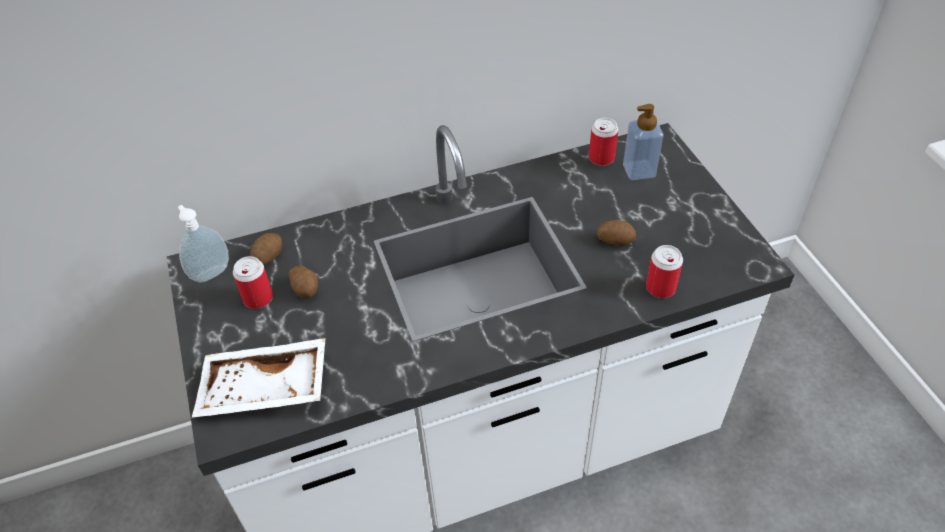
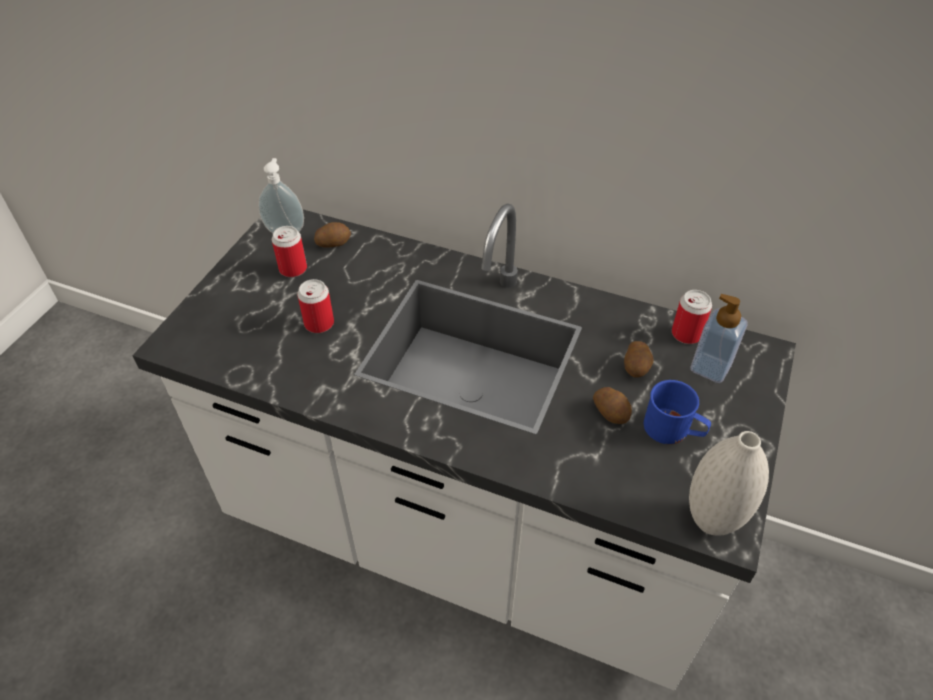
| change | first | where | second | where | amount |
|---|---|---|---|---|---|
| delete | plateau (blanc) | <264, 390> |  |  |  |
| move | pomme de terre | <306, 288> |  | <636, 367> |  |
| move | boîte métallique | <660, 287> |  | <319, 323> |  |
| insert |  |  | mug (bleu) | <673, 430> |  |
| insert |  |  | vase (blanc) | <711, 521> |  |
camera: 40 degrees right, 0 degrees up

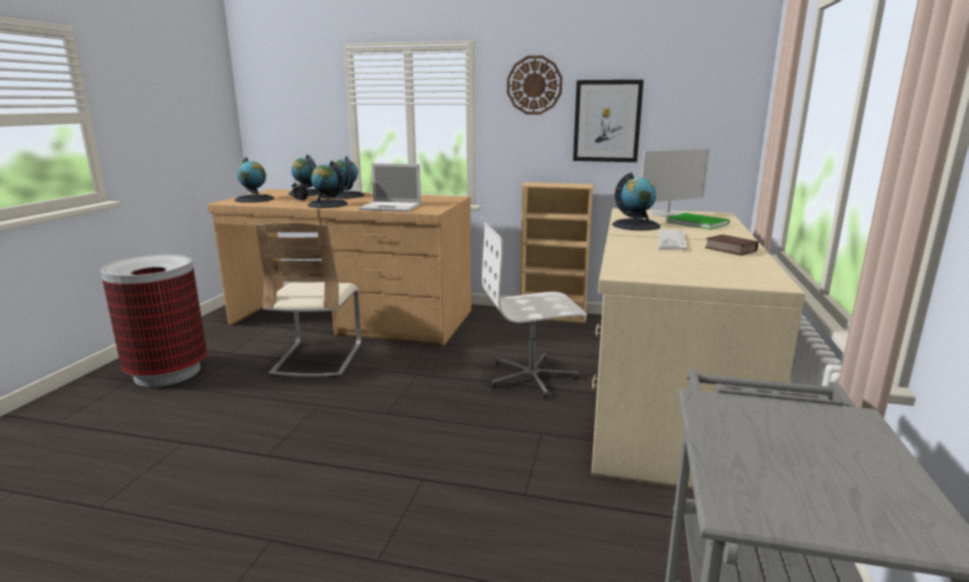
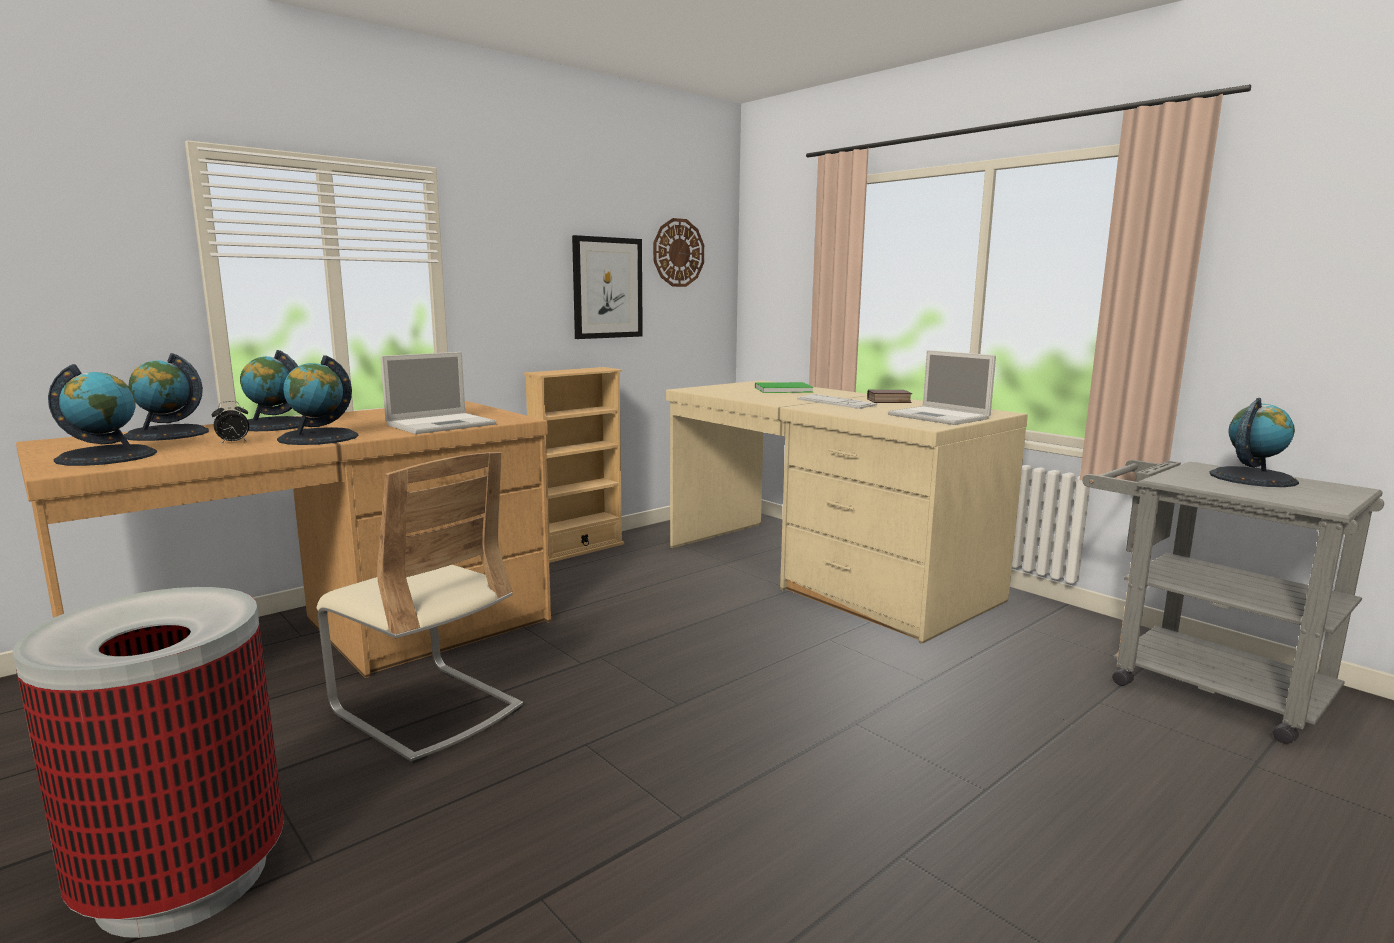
| change | first | where | second | where | amount |
|---|---|---|---|---|---|
| delete | chaise de bureau (blanc) | <532, 377> |  |  |  |
| move | horloge murale | <534, 85> |  | <678, 253> |  |
| move | globe | <636, 225> |  | <1252, 478> |  |
| delete | écran d'ordinateur | <668, 214> |  |  |  |
| insert |  |  | ordinateur portable | <940, 417> |  |
camera: 55 degrees left, 5 degrees down

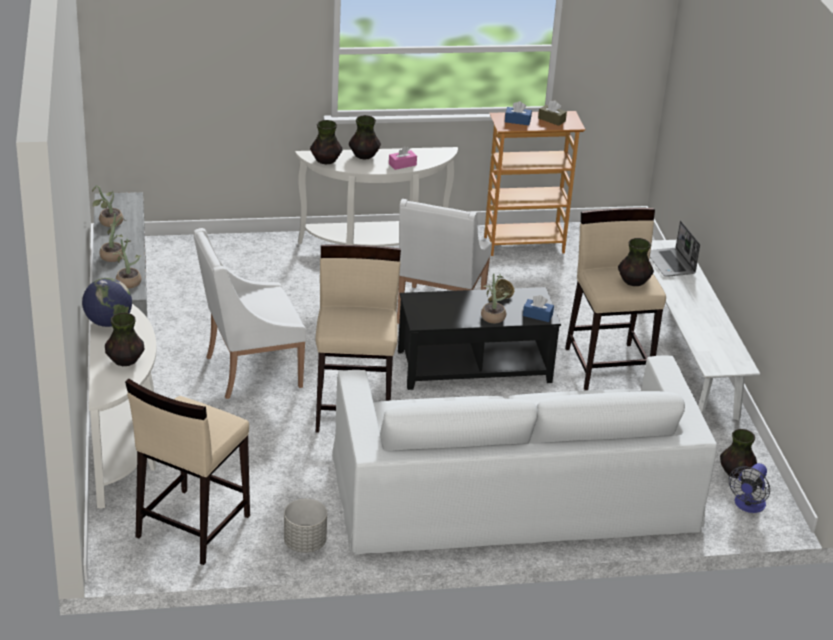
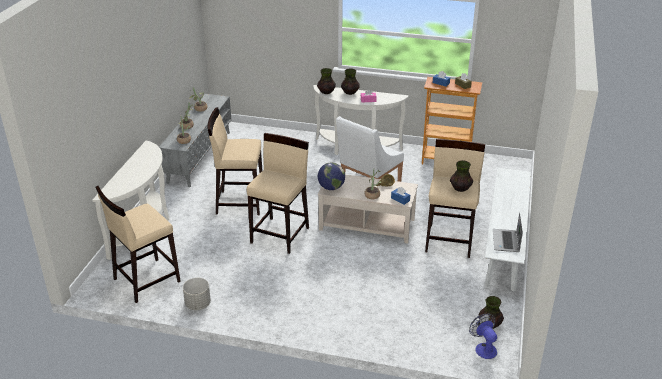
| change | first | where | second | where | amount |
|---|---|---|---|---|---|
| move | globe | <108, 322> |  | <331, 188> |  |
| delete | vase | <125, 361> |  |  |  |
| replace | fauteuil (blanc) | <250, 371> | tabouret (beige) | <239, 202> |  |
| delete | canapé (blanc) | <513, 492> |  |  |  |
| recolor | table basse (noir) | <474, 367> | table basse (beige) | <367, 225> |  |
| move | ordinateur portable | <671, 264> |  | <506, 241> |  |
| rotate | ventilateur | <748, 506> |  | <483, 348> | 105 degrees clockwise |
camera: 25 degrees right, 0 degrees up

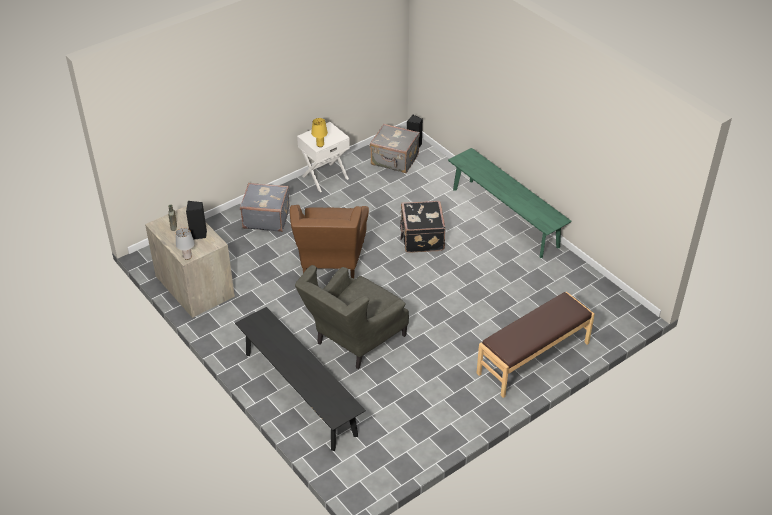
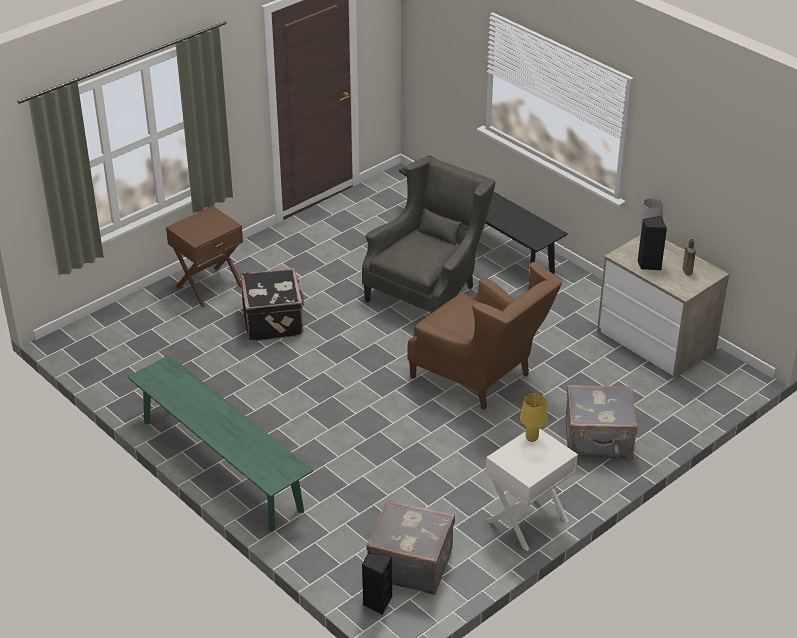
| change | first | where | second | where | amount |
|---|---|---|---|---|---|
| rotate | fauteuil (marron) | <330, 265> |  | <480, 378> | 135 degrees clockwise |
| move | valise (noir) | <421, 238> |  | <274, 321> |  |
| replace | banc (marron) | <534, 358> | table de chevet (marron) | <209, 286> |  |
camera: 175 degrees right, 5 degrees down

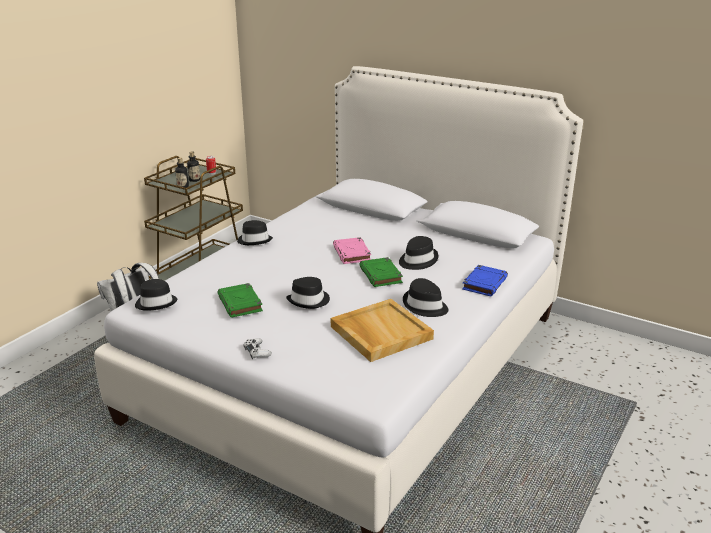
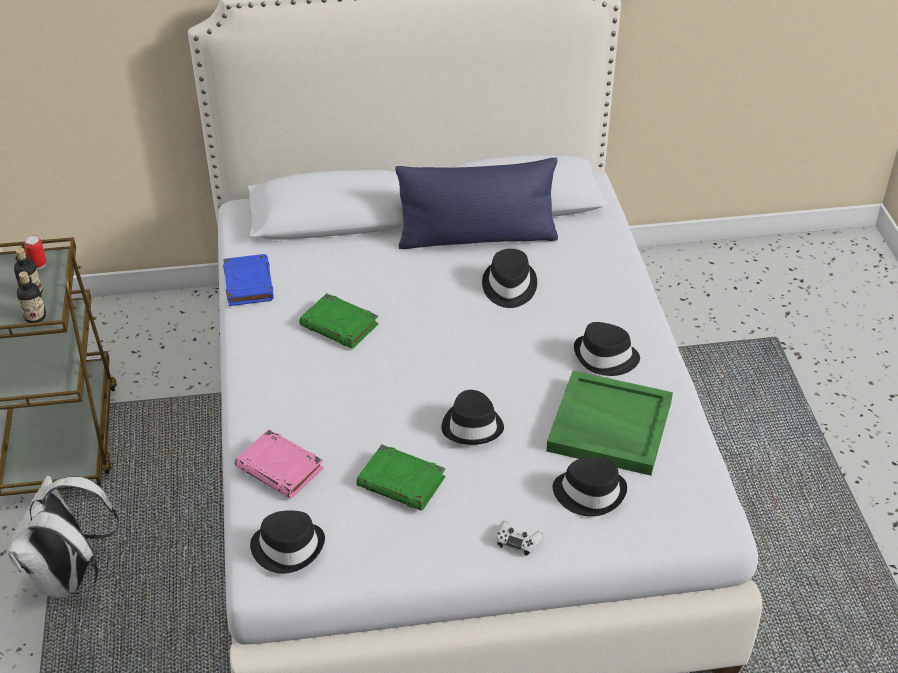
| change | first | where | second | where | amount |
|---|---|---|---|---|---|
| move | chapeau (noir) | <254, 240> |  | <590, 492> |  |
| recolor | plateau (beige) | <380, 332> | plateau (vert) | <608, 427> |  |
| move | livre (rose) | <352, 254> |  | <280, 468> |  |
| move | livre (vert) | <381, 275> |  | <340, 325> |  |
| move | livre (bleu) | <484, 283> |  | <248, 283> |  |
| insert |  |  | coussin (bleu) | <477, 238> |  |
camera: 40 degrees left, 15 degrees up

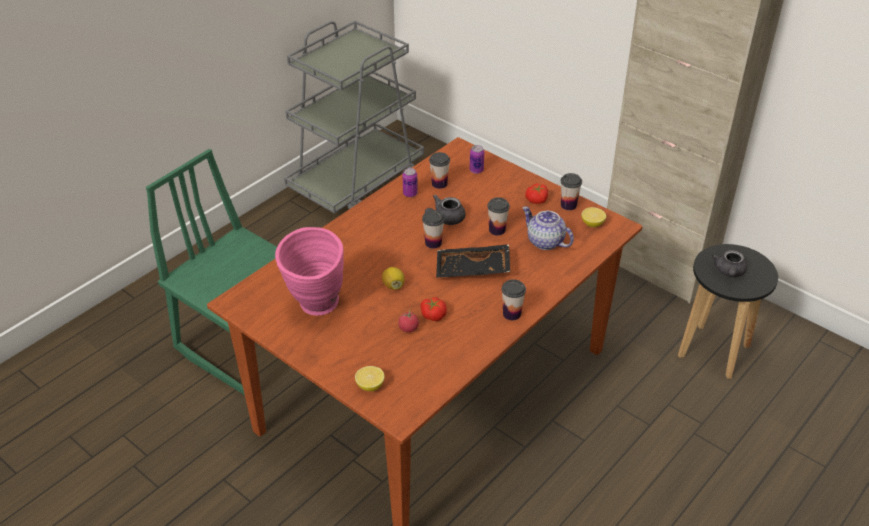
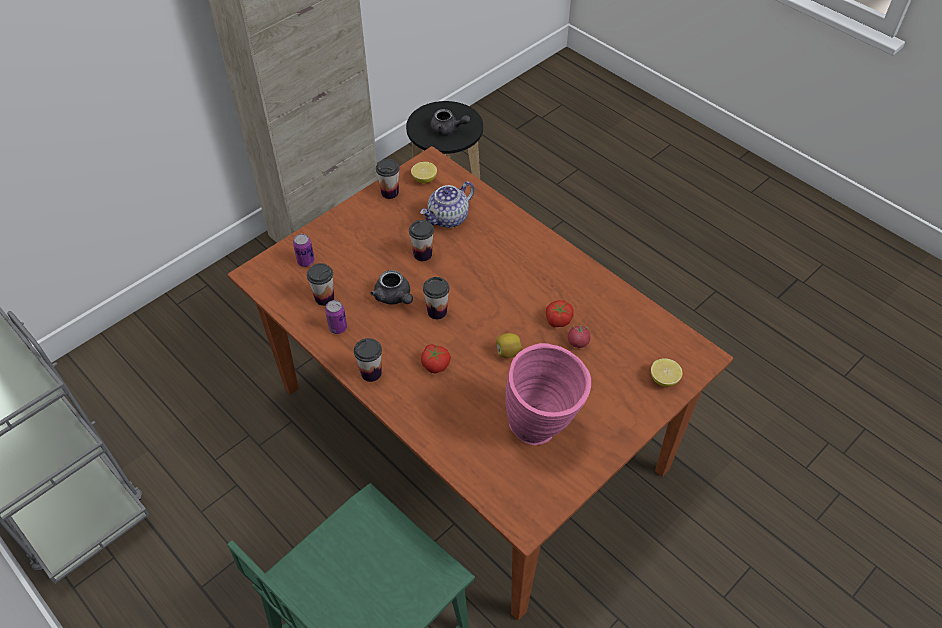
| change | first | where | second | where | amount |
|---|---|---|---|---|---|
| delete | plateau (noir) | <472, 270> |  |  |  |
| move | tasse | <511, 314> |  | <371, 373> |  |
| move | tomate | <537, 200> |  | <436, 364> |  |
camera: 85 degrees left, 10 degrees up

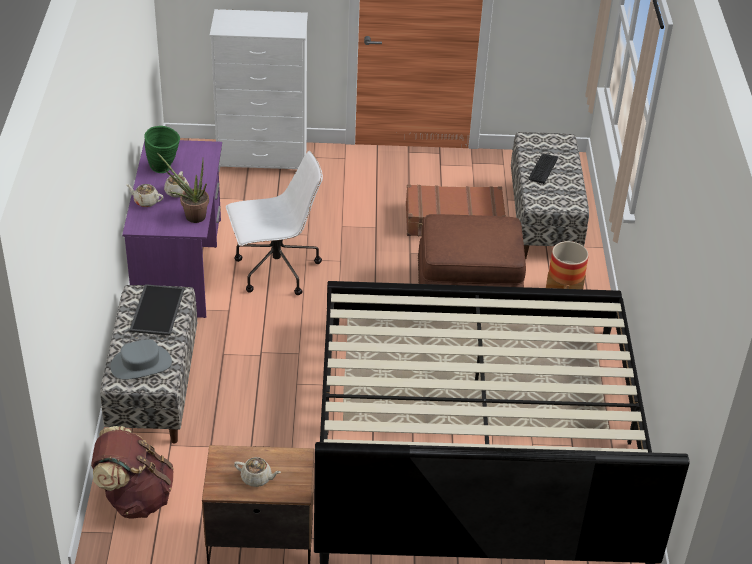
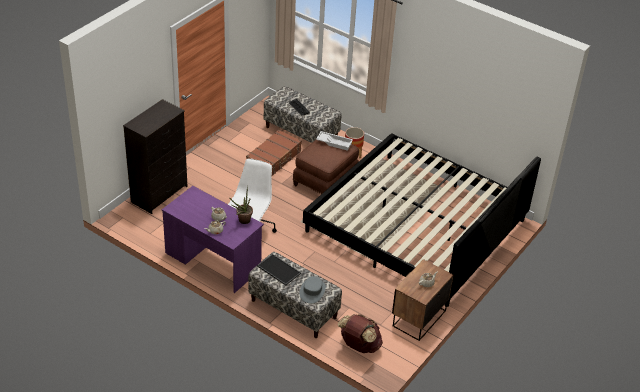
| change | first | where | second | where | amount |
|---|---|---|---|---|---|
| delete | vase (vert) | <164, 169> |  |  |  |
| recolor | commode (blanc) | <263, 160> | commode (noir) | <160, 194> |  |
| insert |  |  | plateau (blanc) | <334, 142> |  |
camera: 55 degrees left, 0 degrees up

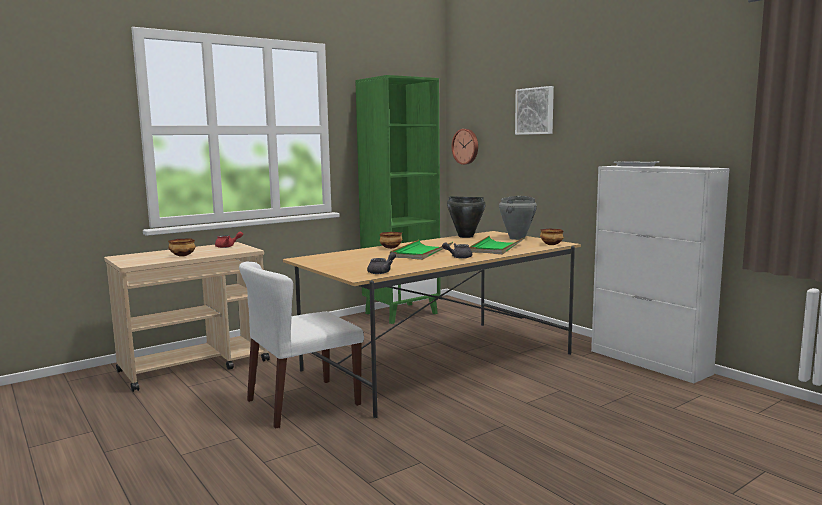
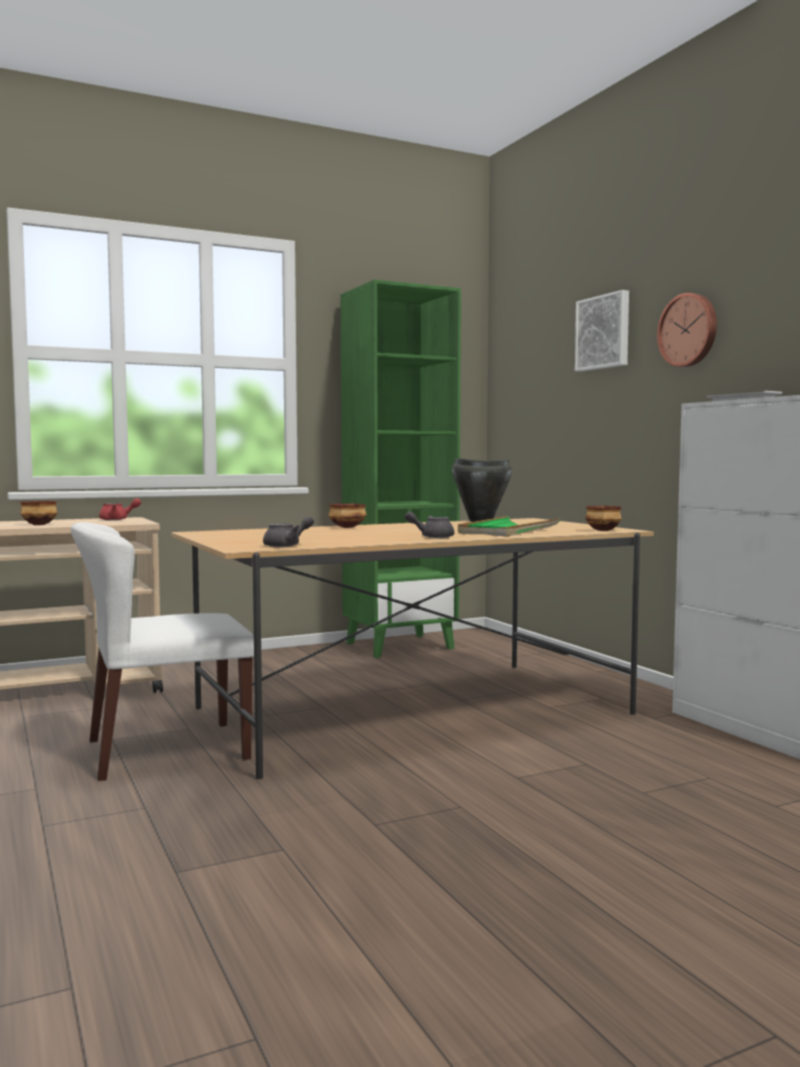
| change | first | where | second | where | amount |
|---|---|---|---|---|---|
| delete | plateau (vert) | <421, 252> |  |  |  |
| move | horloge murale | <466, 146> |  | <689, 330> |  |
| delete | marmite (gris) | <517, 238> |  |  |  |
camera: 10 degrees right, 5 degrees down

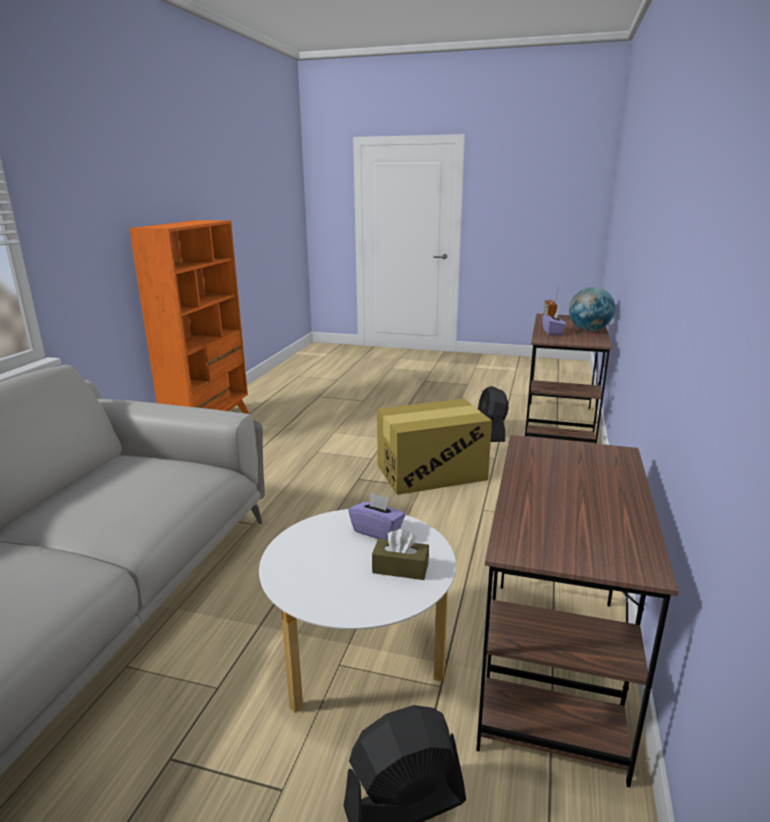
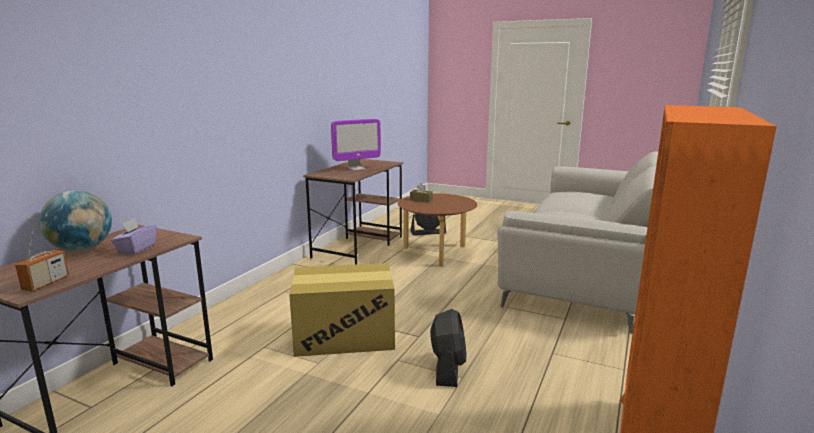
| change | first | where | second | where | amount |
|---|---|---|---|---|---|
| recolor | table basse (blanc) | <361, 660> | table basse (marron) | <436, 253> |  |
| delete | boîte à mouchoirs (violet) | <377, 531> |  |  |  |
| move | ventilateur (noir) | <491, 432> |  | <448, 368> |  |
| insert |  |  | écran d'ordinateur | <356, 168> |  |
camera: 170 degrees left, 5 degrees down

